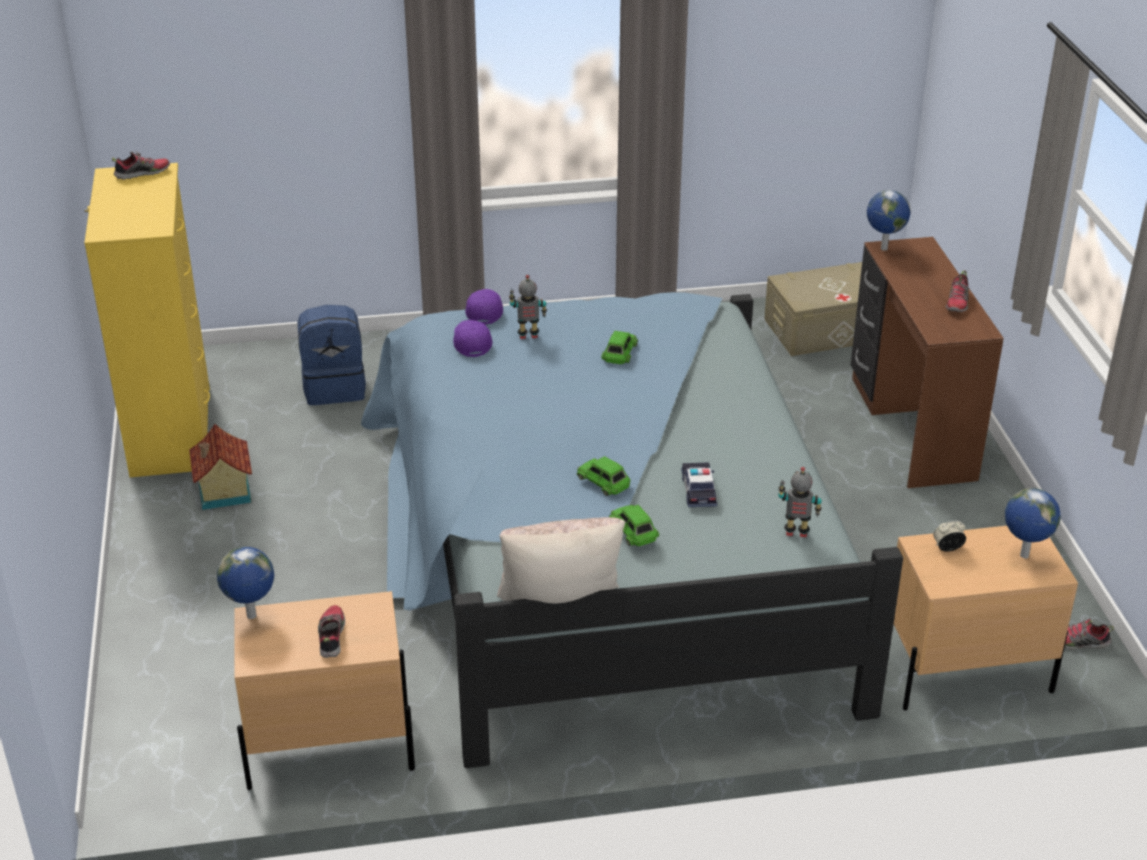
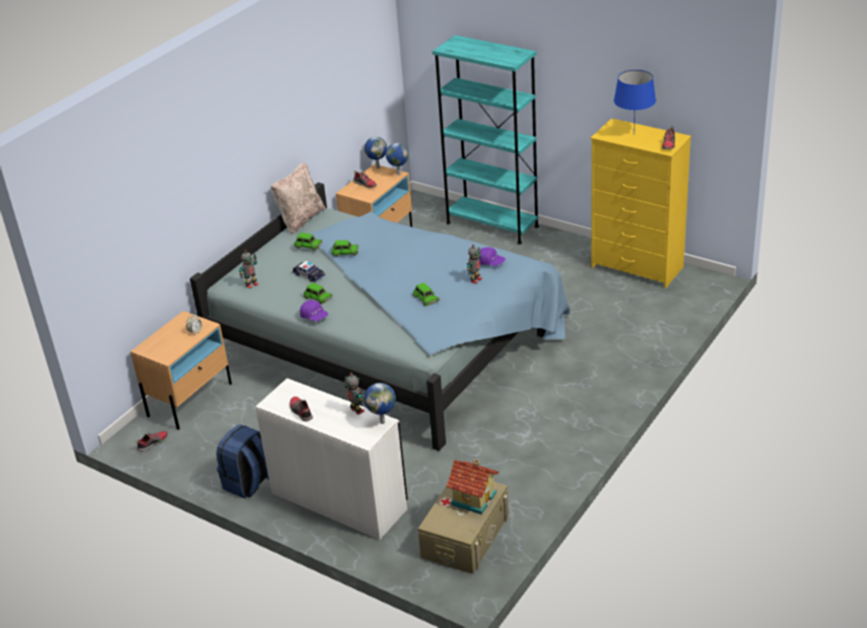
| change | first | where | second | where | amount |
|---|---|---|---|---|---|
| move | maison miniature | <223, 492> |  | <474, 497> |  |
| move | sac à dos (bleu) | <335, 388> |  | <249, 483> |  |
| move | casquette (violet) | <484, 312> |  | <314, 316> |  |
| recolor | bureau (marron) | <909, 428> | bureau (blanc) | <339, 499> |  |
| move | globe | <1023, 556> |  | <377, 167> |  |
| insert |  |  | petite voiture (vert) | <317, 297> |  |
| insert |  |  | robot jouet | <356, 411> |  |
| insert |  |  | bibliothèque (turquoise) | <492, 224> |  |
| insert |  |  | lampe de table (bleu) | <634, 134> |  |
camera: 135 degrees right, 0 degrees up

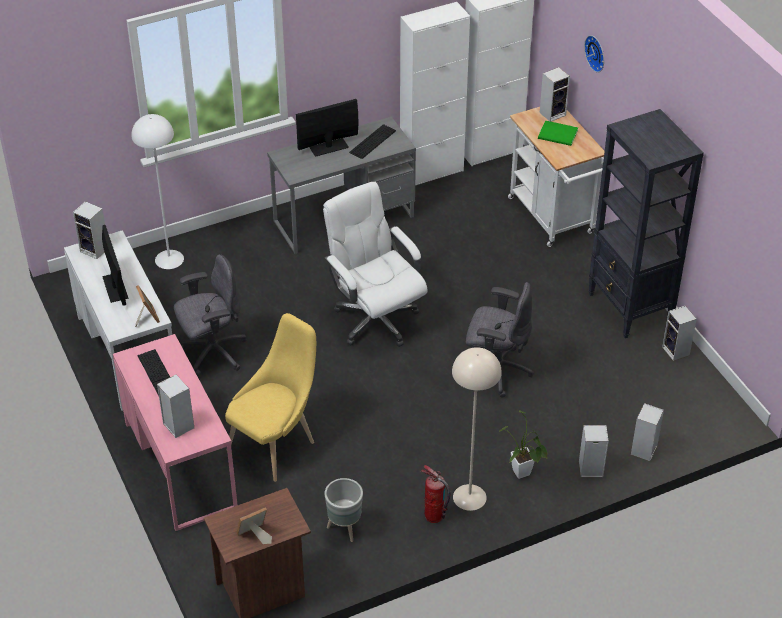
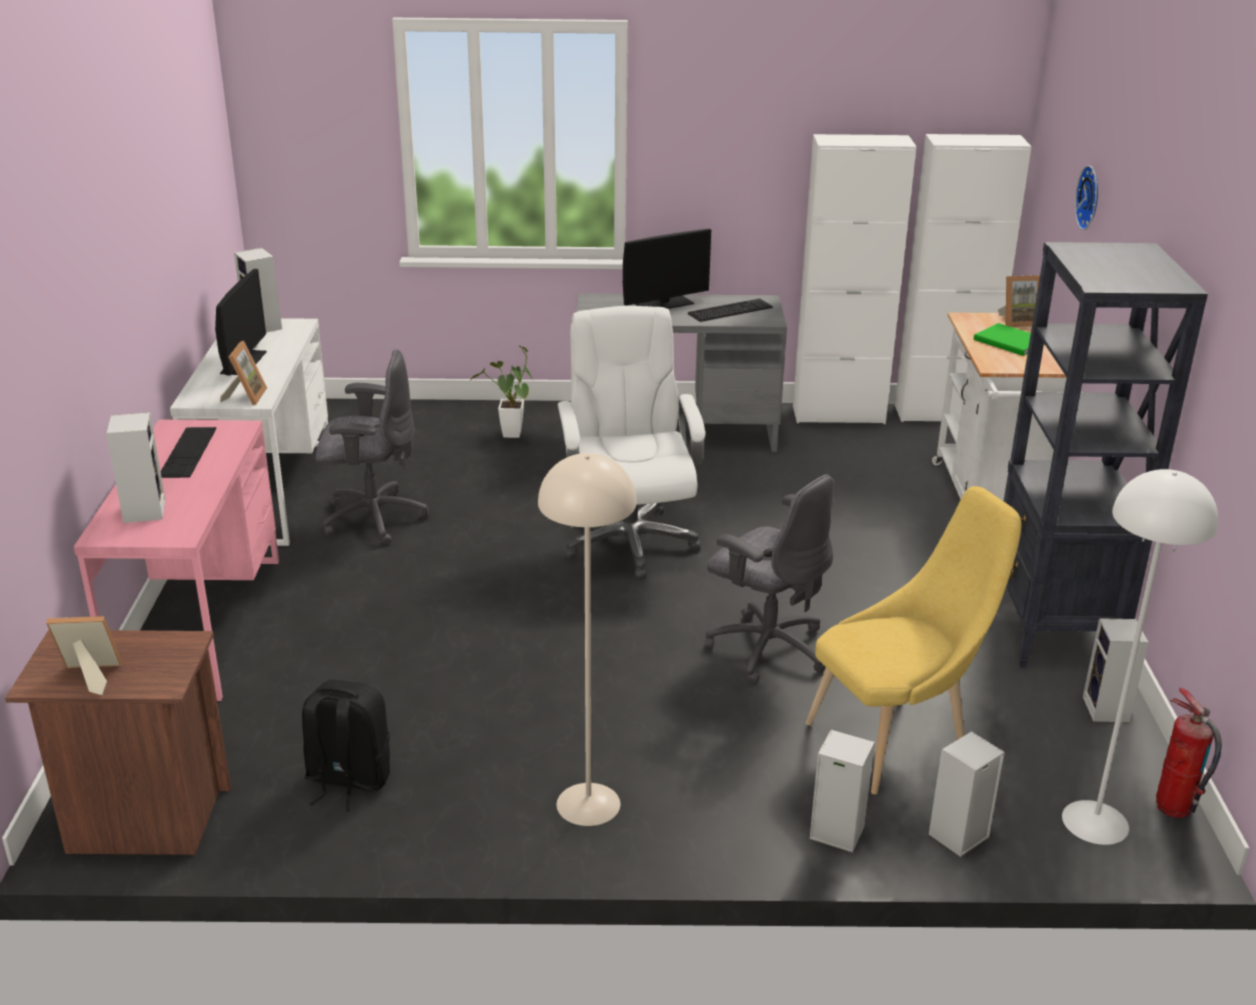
| change | first | where | second | where | amount |
|---|---|---|---|---|---|
| move | lampadaire (blanc) | <169, 259> |  | <1096, 822> |  |
| move | chaise (jaune) | <276, 443> |  | <896, 739> |  |
| rotate | écran d'ordinateur | <329, 147> |  | <664, 304> | 150 degrees clockwise |
| replace | cache-pot (gris) | <344, 529> | sac à dos (noir) | <347, 780> |  |
| move | extincteur | <434, 516> |  | <1173, 806> |  |
| move | plante en pot | <522, 476> |  | <511, 436> |  |
| replace | enceinte | <553, 113> | cadre photo | <1018, 322> |  |
camera: 25 degrees right, 15 degrees down

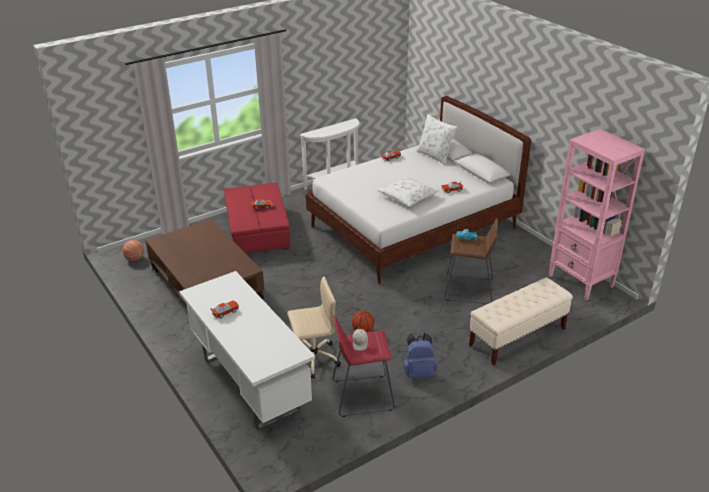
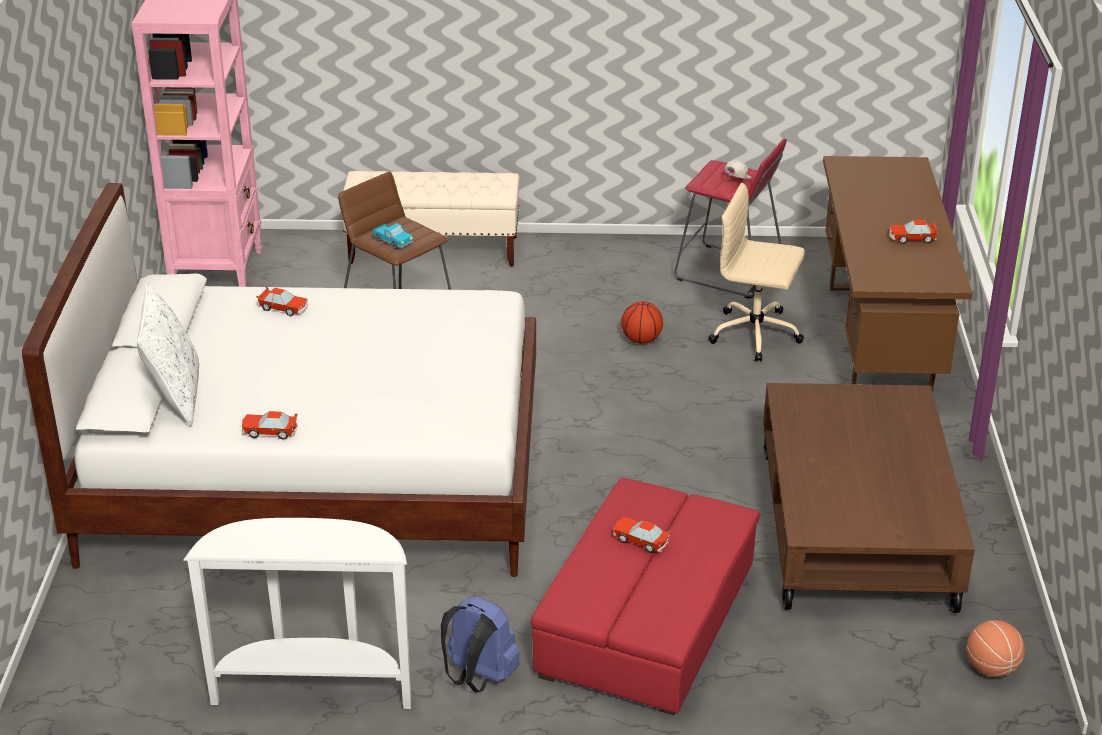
| change | first | where | second | where | amount |
|---|---|---|---|---|---|
| recolor | bureau (blanc) | <249, 384> | bureau (marron) | <880, 339> |  |
| delete | coussin (blanc) | <407, 197> |  |  |  |
| move | sac à dos (bleu) | <419, 372> |  | <478, 678> |  |
camera: 145 degrees left, 0 degrees up

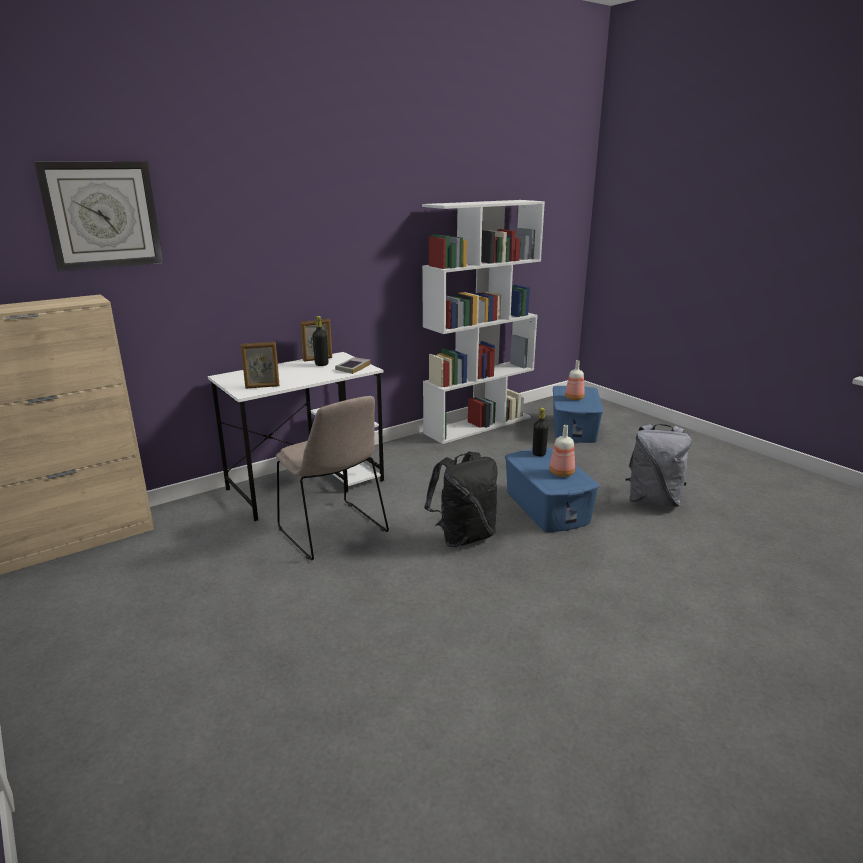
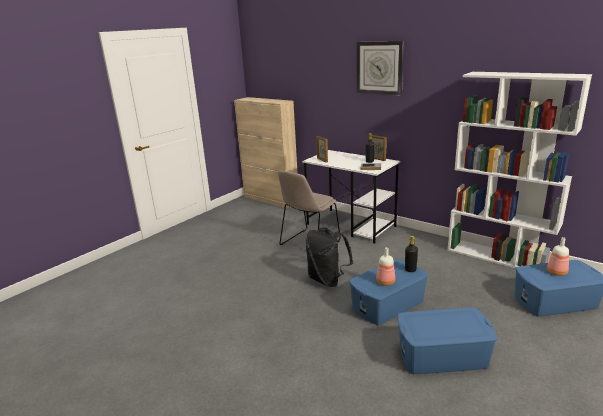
| change | first | where | second | where | amount |
|---|---|---|---|---|---|
| move | horloge murale | <102, 215> |  | <379, 68> |  |
| replace | sac à dos (gris) | <653, 501> | boîte de rangement (bleu) | <442, 356> |  |
camera: 75 degrees right, 0 degrees up

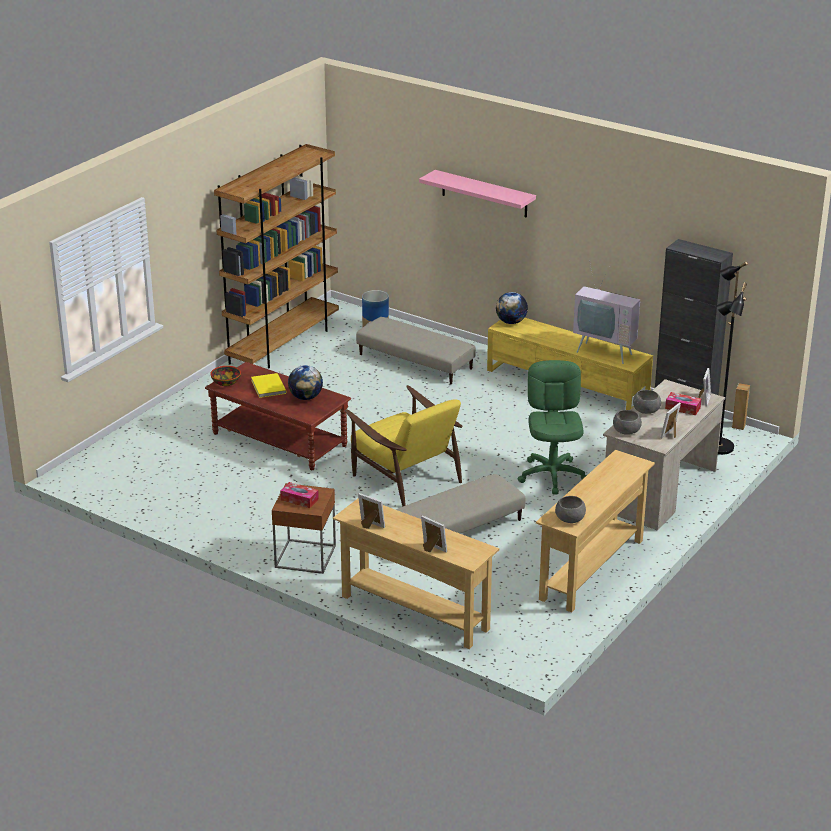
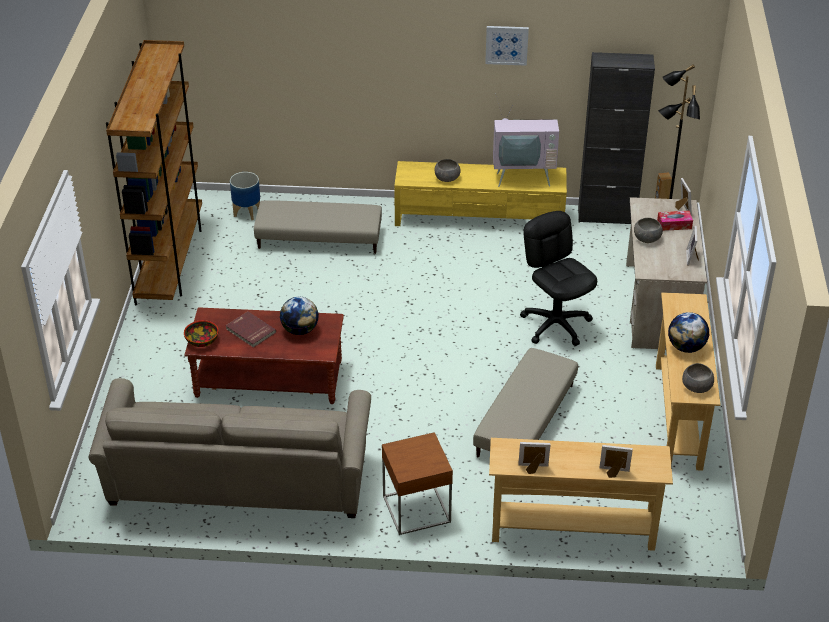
| change | first | where | second | where | amount |
|---|---|---|---|---|---|
| recolor | livre (jaune) | <267, 387> | livre (rouge) | <250, 331> |  |
| delete | boîte à mouchoirs | <299, 499> |  |  |  |
| delete | fauteuil (jaune) | <405, 477> |  |  |  |
| delete | étagère (rose) | <484, 194> |  |  |  |
| move | globe | <511, 322> |  | <686, 347> |  |
| recolor | chaise de bureau (vert) | <552, 475> | chaise de bureau (noir) | <556, 324> |  |
| move | bol (gris) | <626, 431> |  | <447, 178> |  |
| insert |  |  | canapé (beige) | <237, 484> |  |
| insert |  |  | tableau | <506, 45> |  |
camera: 30 degrees left, 10 degrees up

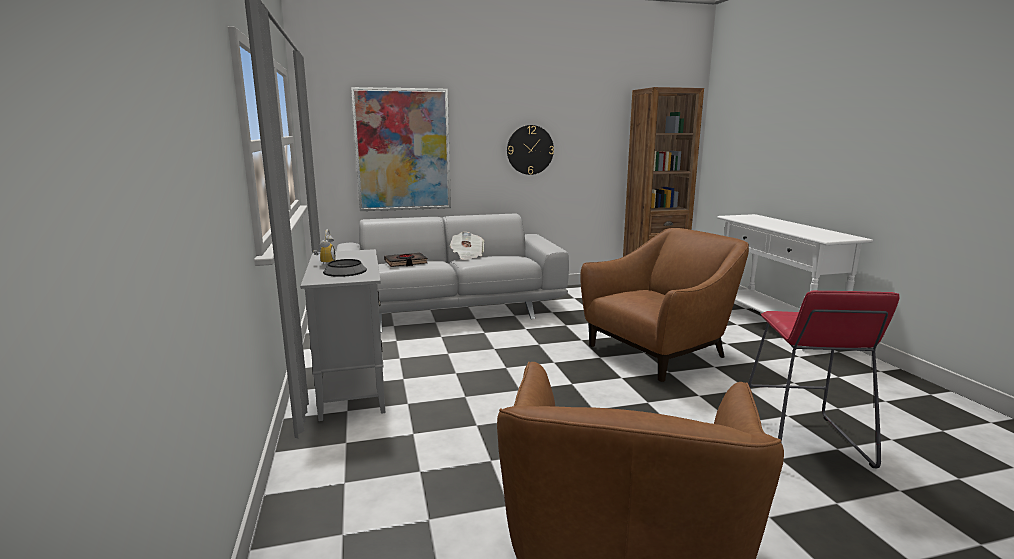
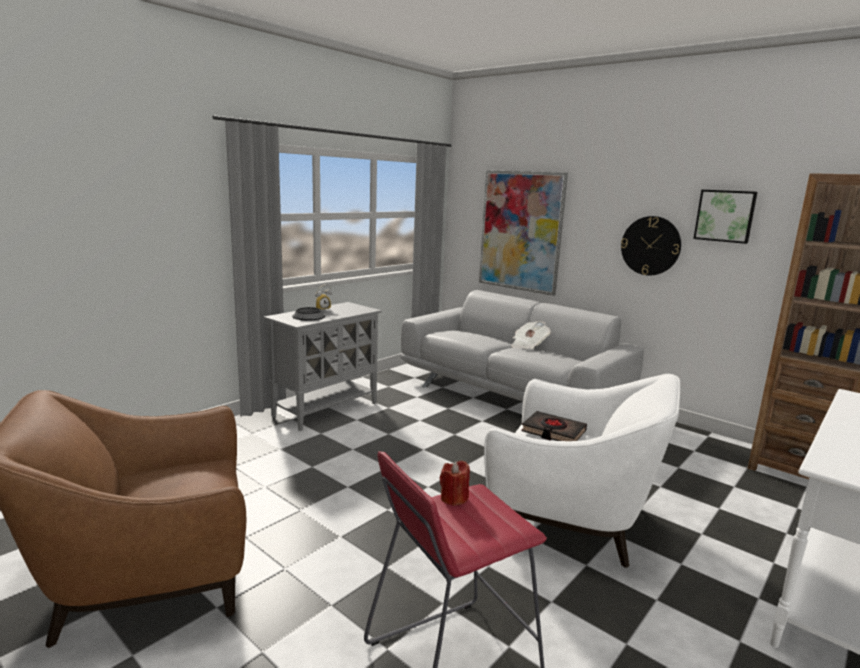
| change | first | where | second | where | amount |
|---|---|---|---|---|---|
| move | livre (noir) | <405, 263> |  | <553, 432> |  |
| recolor | fauteuil (marron) | <658, 352> | fauteuil (blanc) | <571, 518> |  |
| insert |  |  | bougie (rouge) | <454, 498> |  |
| insert |  |  | tableau | <725, 216> |  |
camera: 55 degrees right, 0 degrees up

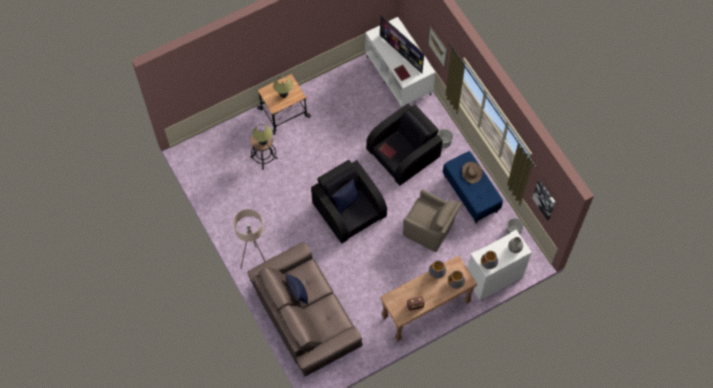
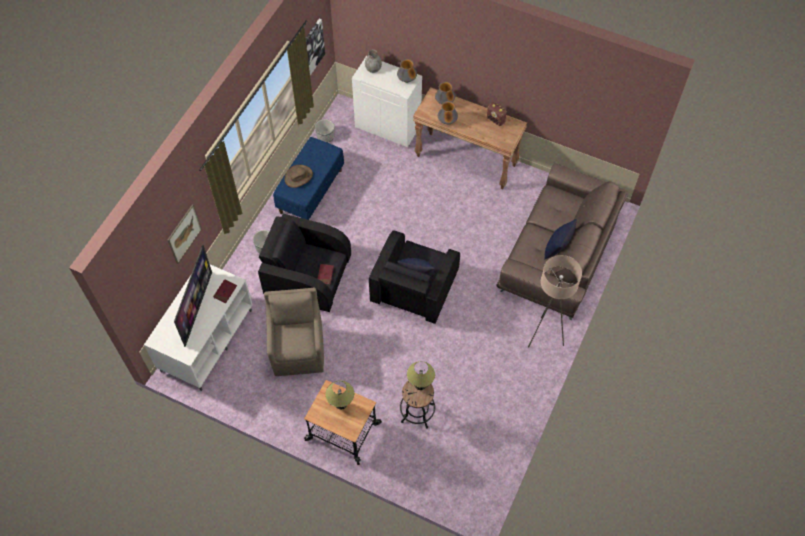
| change | first | where | second | where | amount |
|---|---|---|---|---|---|
| move | fauteuil (marron) | <429, 230> |  | <298, 349> |  |
camera: 125 degrees left, 5 degrees down

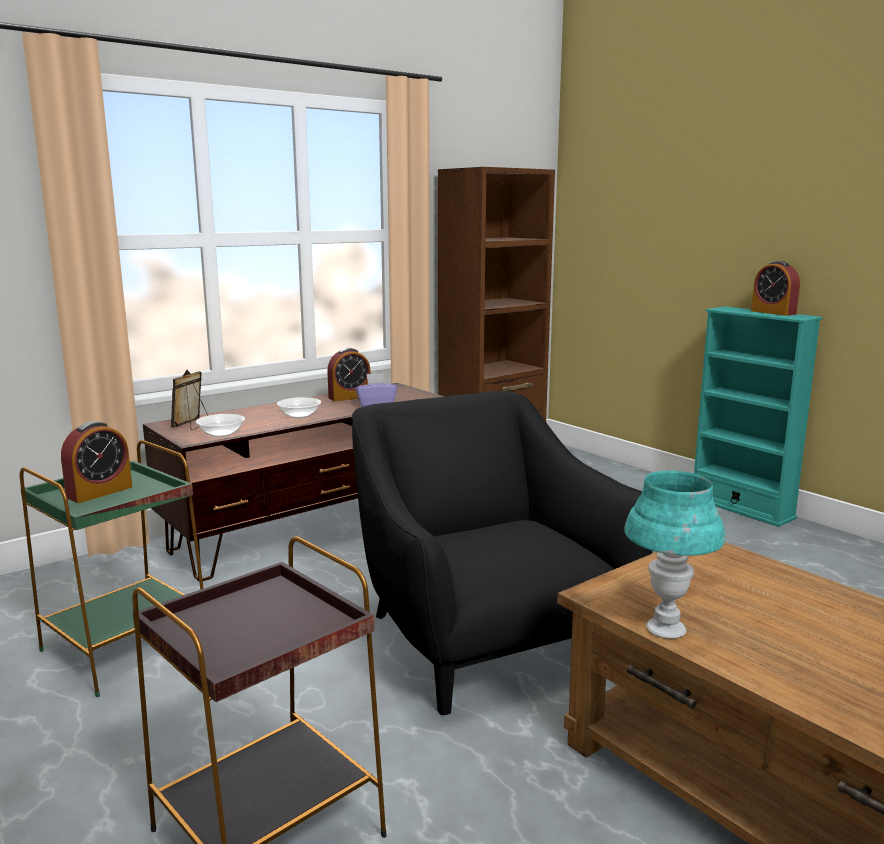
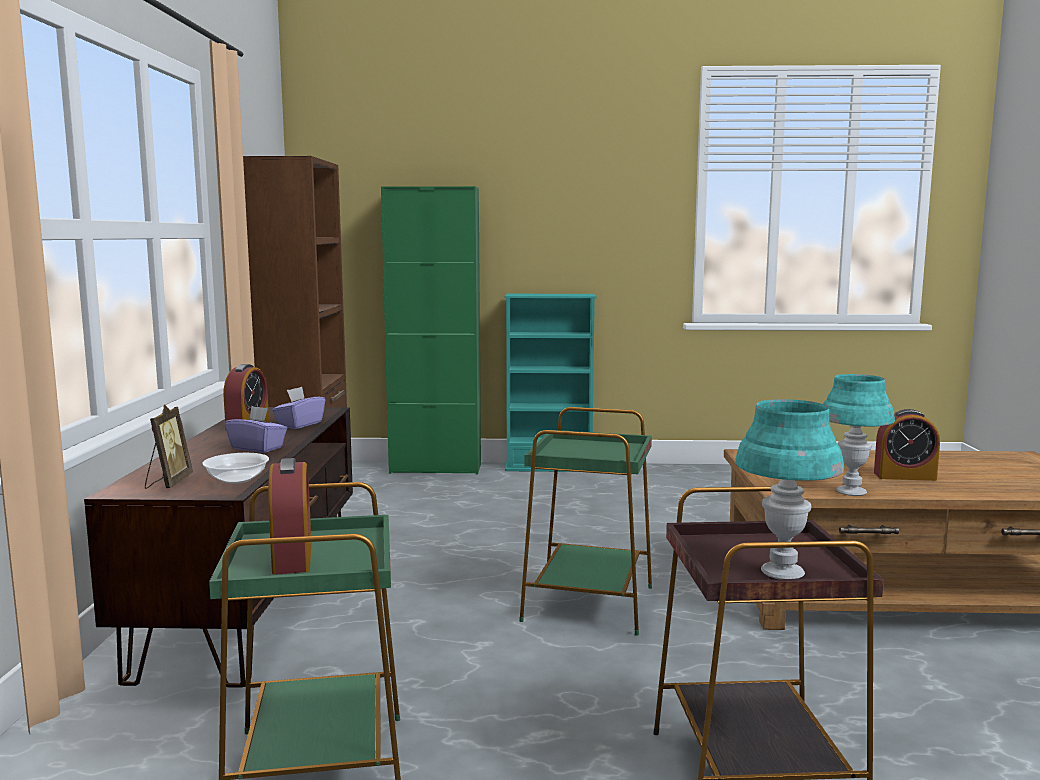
| change | first | where | second | where | amount |
|---|---|---|---|---|---|
| rotate | cadre photo | <192, 426> |  | <168, 483> | 150 degrees counterclockwise |
| replace | bol | <299, 415> | boîte à mouchoirs (violet) | <257, 448> |  |
| replace | fauteuil (noir) | <484, 638> | table d'appoint (vert) | <589, 603> |  |
| move | réveil | <773, 312> |  | <904, 476> |  |
| insert |  |  | meuble de rangement (vert) | <435, 468> |  |
| insert |  |  | lampe de table (turquoise) | <782, 573> |  |
camera: 50 degrees left, 5 degrees down

